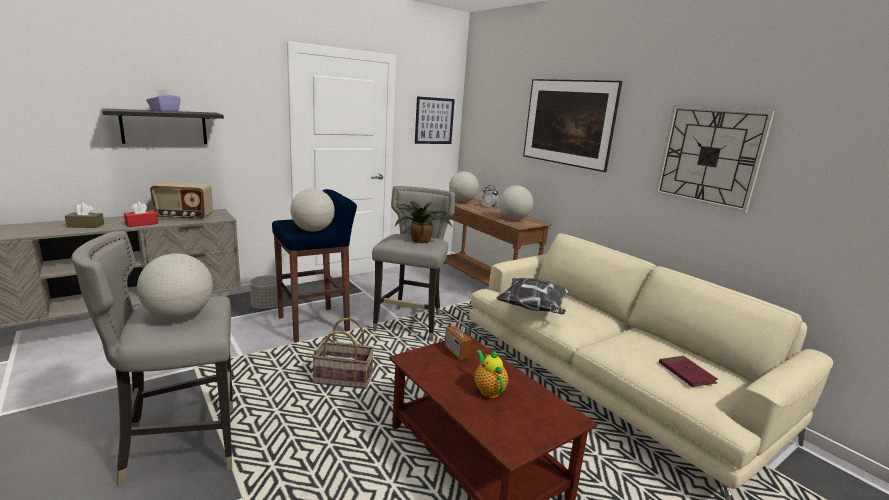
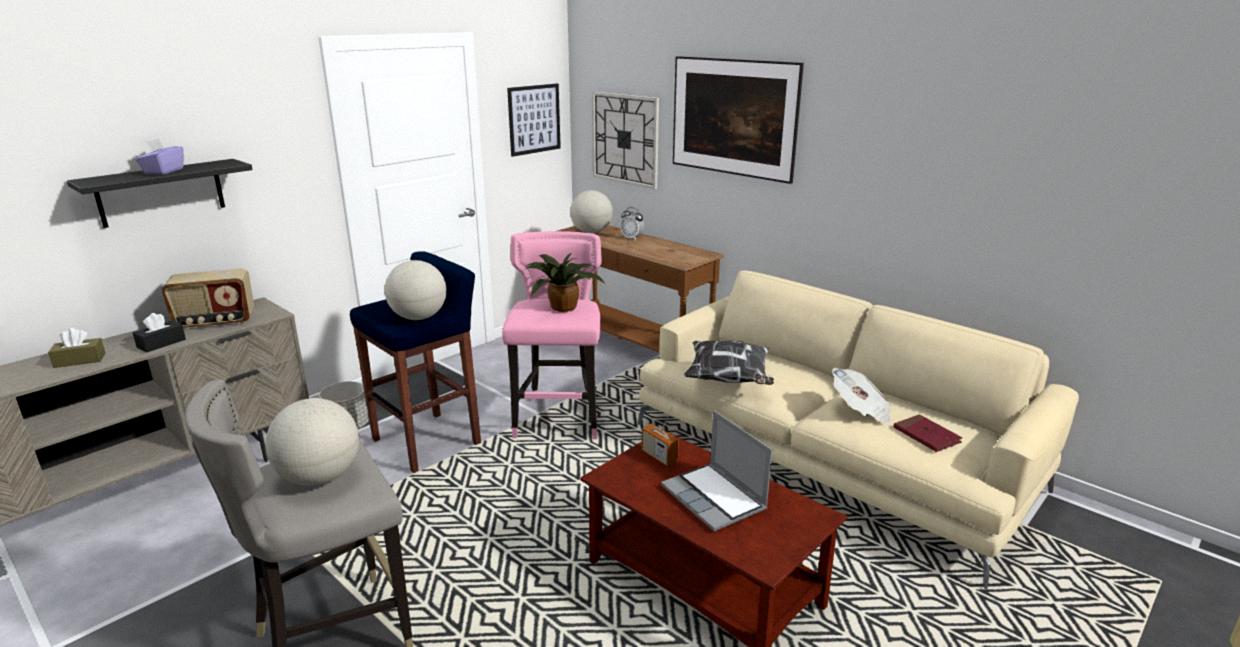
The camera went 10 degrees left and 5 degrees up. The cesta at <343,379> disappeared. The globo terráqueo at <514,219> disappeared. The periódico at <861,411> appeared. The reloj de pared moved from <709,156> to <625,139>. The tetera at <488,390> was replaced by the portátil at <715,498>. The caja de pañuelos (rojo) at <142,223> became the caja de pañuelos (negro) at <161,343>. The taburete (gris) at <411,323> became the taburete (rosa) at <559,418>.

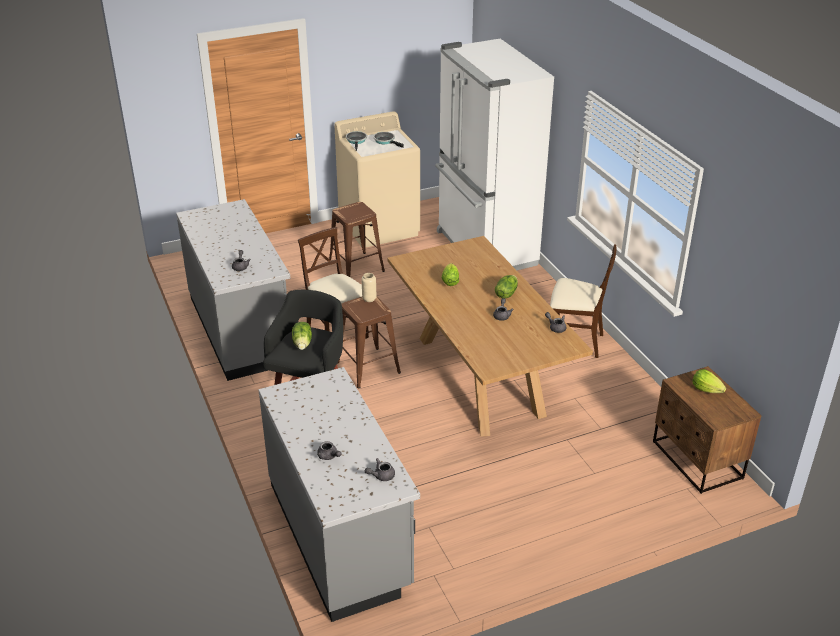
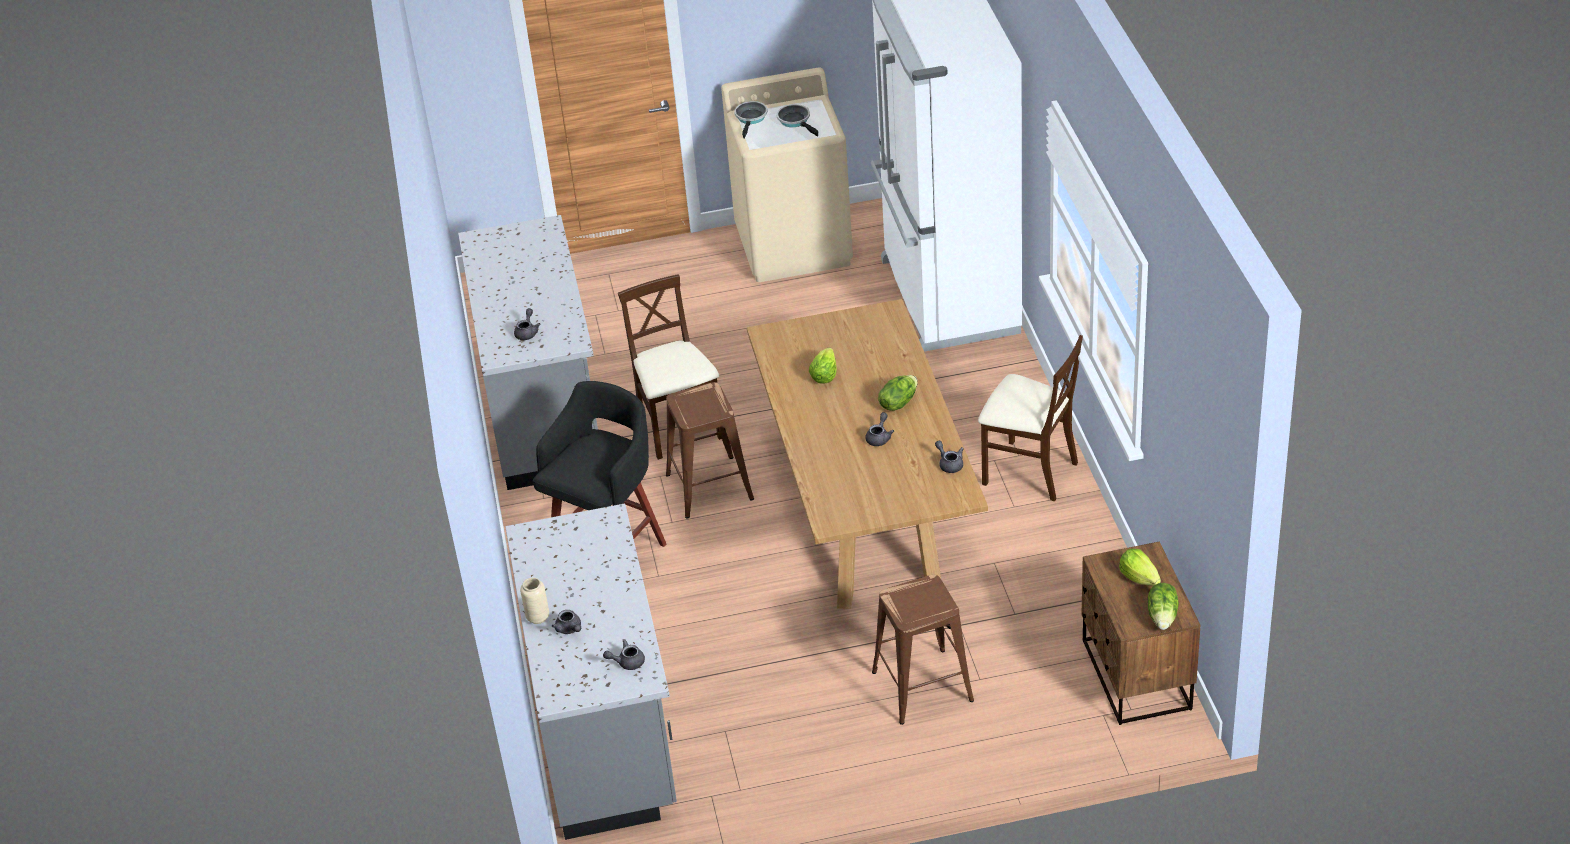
The camera went 15 degrees right and 5 degrees up. The lechuga moved from <302,343> to <1163,616>. The taburete (marrón) moved from <356,267> to <922,686>. The florero (beis) moved from <369,299> to <538,617>.

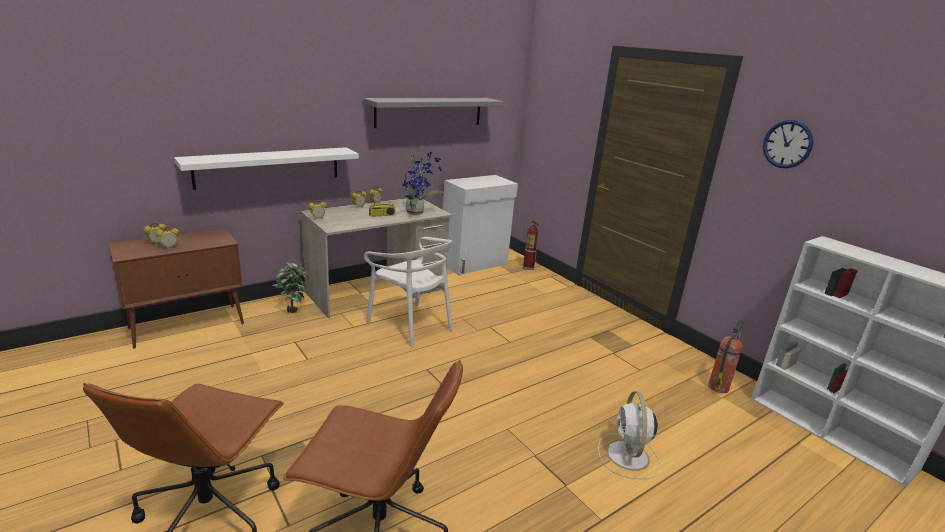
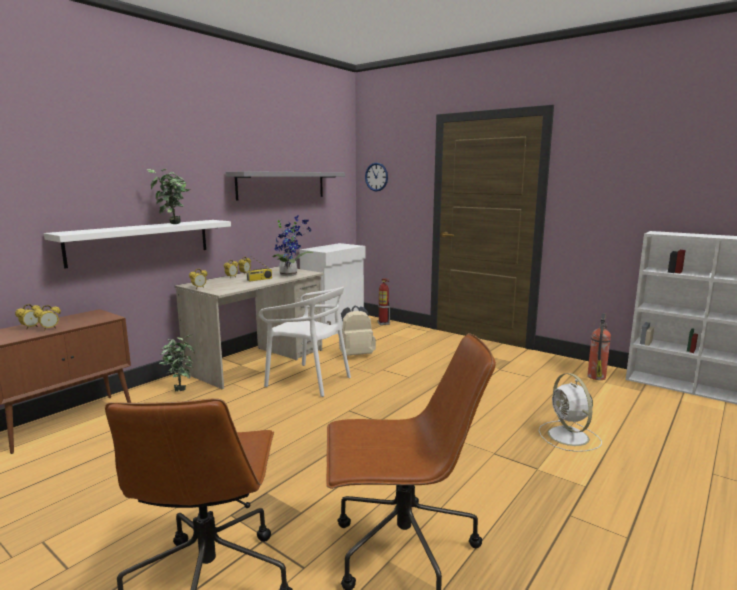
The camera went 15 degrees left and 10 degrees down. The planta en maceta at <173,224> appeared. The mochila (beis) at <356,355> appeared. The reloj de pared moved from <787,144> to <376,177>.

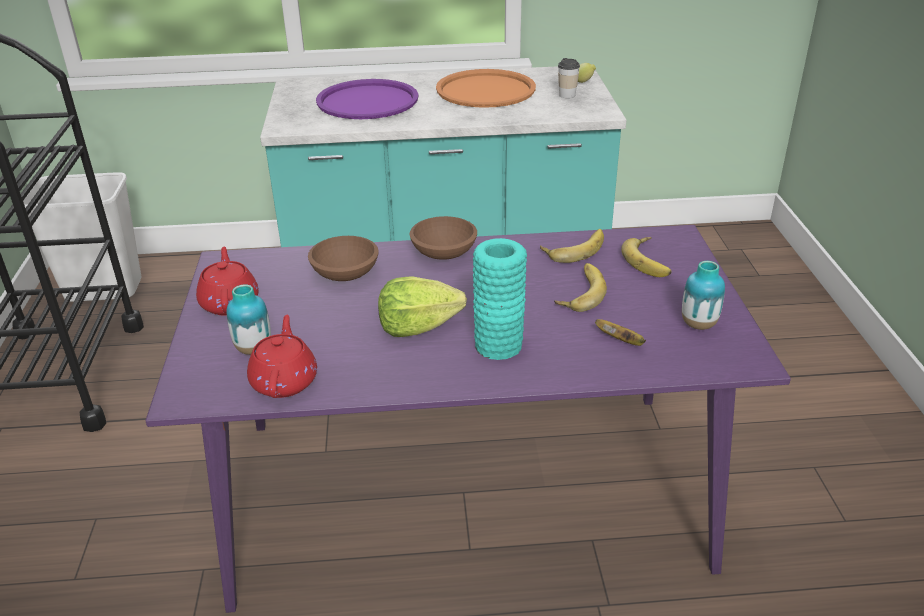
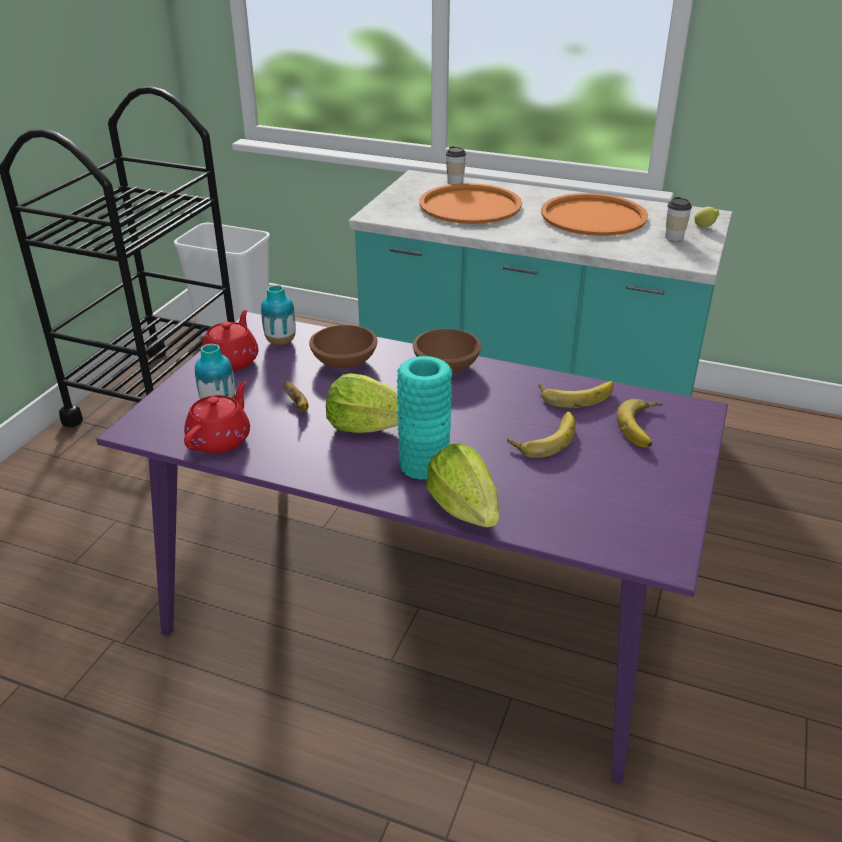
The camera went 25 degrees right and 0 degrees up. The lechuga at <464,509> appeared. The taza at <455,182> appeared. The plátano moved from <621,341> to <298,405>. The florero moved from <698,324> to <280,341>. The bandeja (morado) at <367,101> became the bandeja (naranja) at <470,205>.

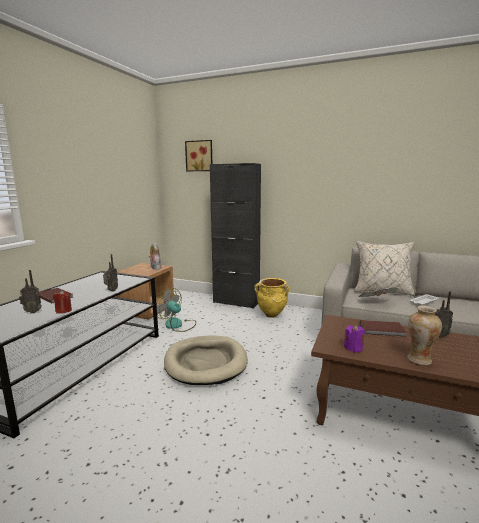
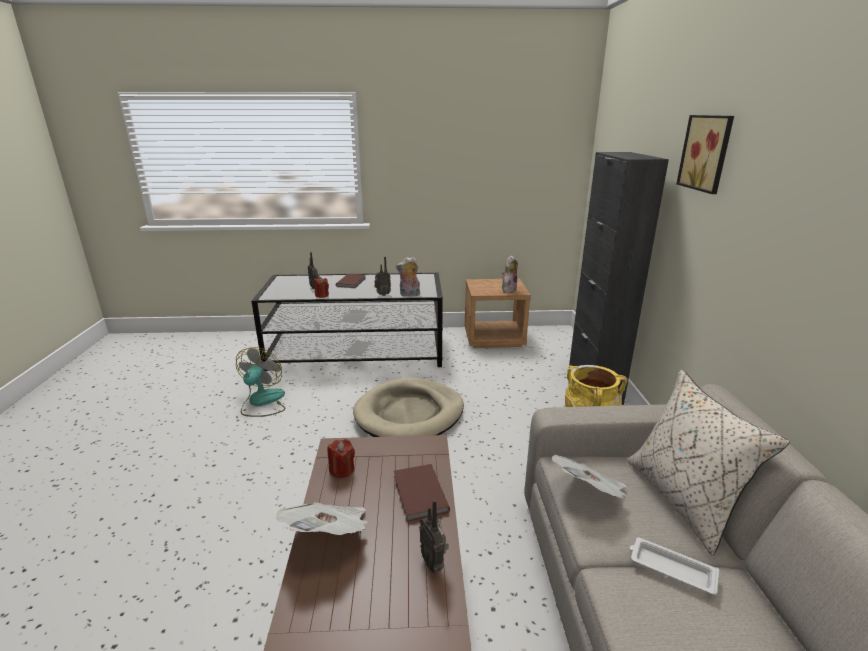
The camera went 65 degrees right and 10 degrees up. The peluche at <409,295> appeared. The ventilador moved from <177,325> to <262,402>. The cuadro moved from <199,156> to <707,153>. The florero at <419,359> was replaced by the periódico at <329,535>. The vela (morado) at <353,348> became the vela (rojo) at <342,470>.

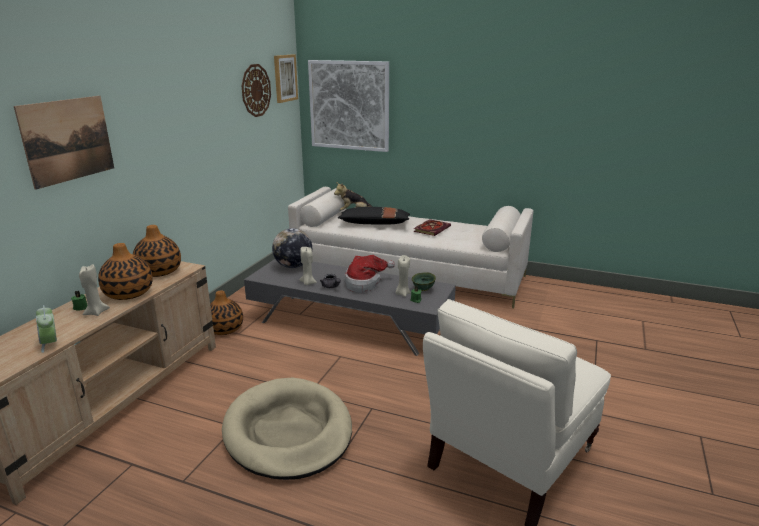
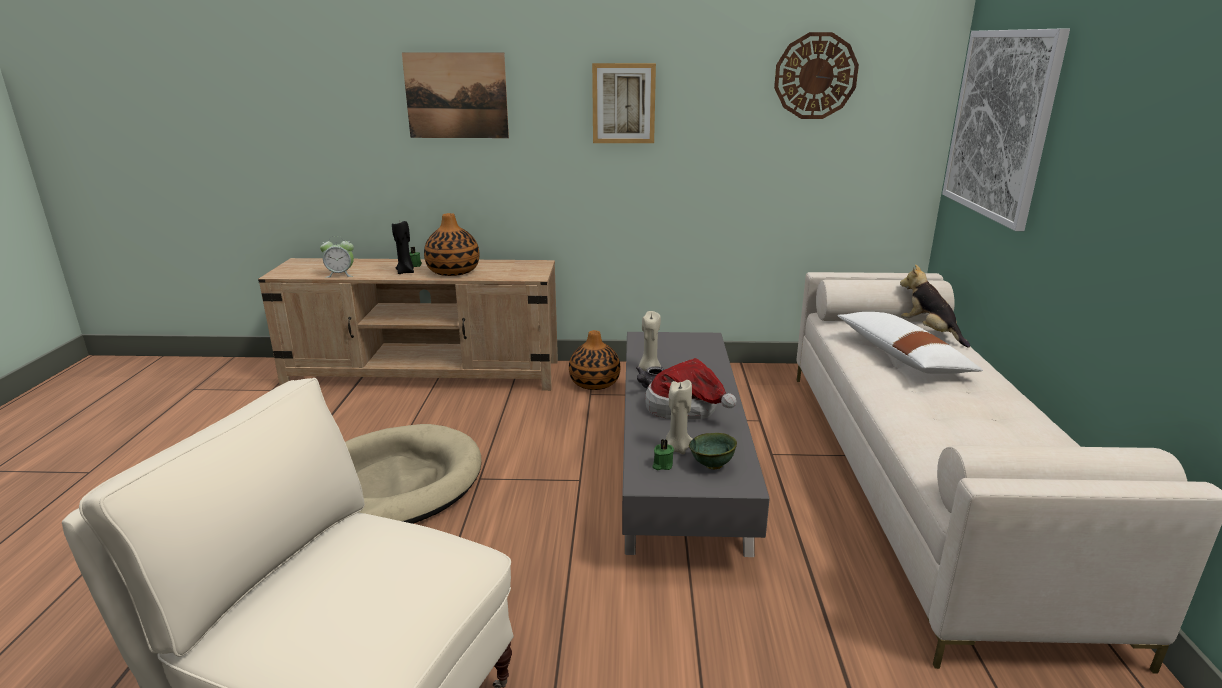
The camera went 70 degrees right and 0 degrees up. The florero at <159,271> disappeared. The globo terráqueo at <293,266> disappeared. The libro at <432,229> disappeared. The cuadro moved from <285,78> to <623,103>. The vela (beis) at <96,312> became the vela (negro) at <406,272>. The cojín (negro) at <374,223> became the cojín (blanco) at <902,356>. The despertador at <50,344> turned 135 degrees counterclockwise.

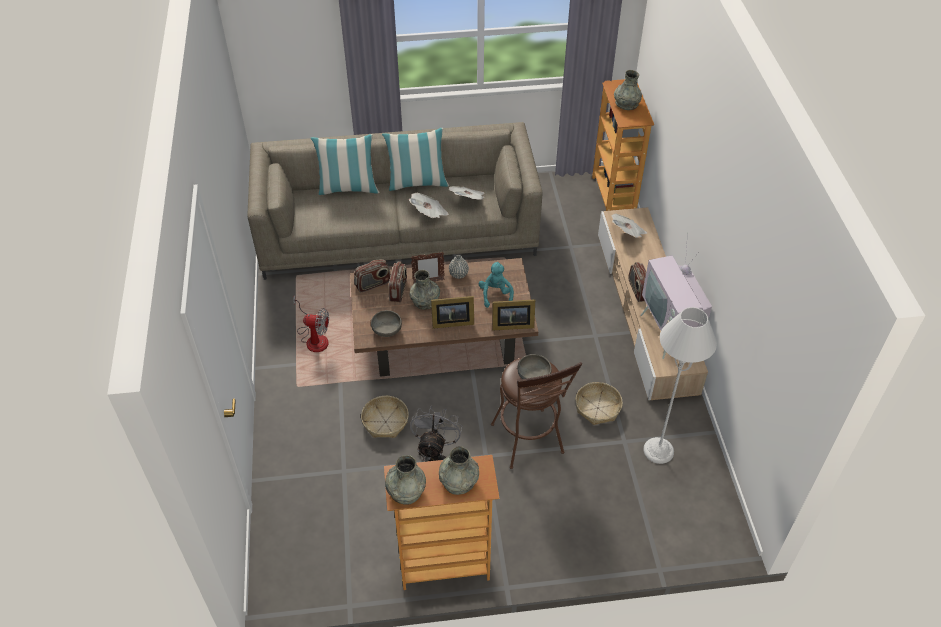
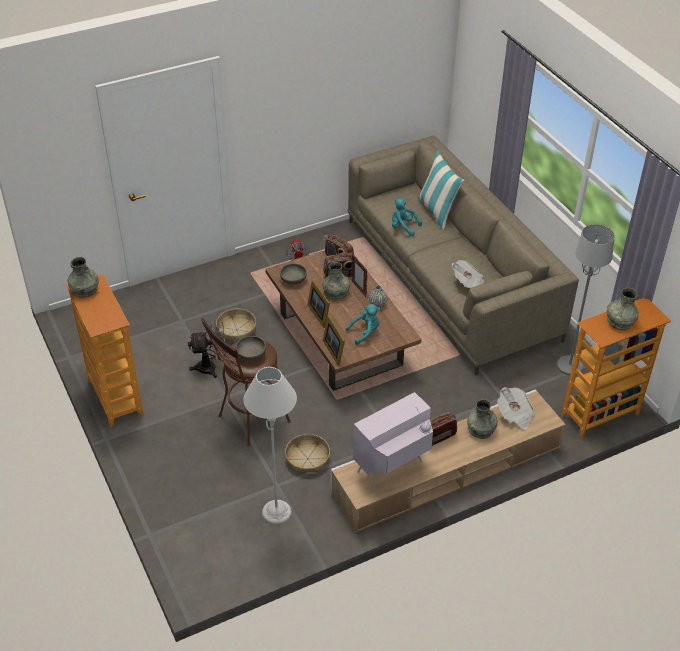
The camera went 70 degrees right and 5 degrees down. The cojín at <417,183> disappeared. The periódico at <429,213> disappeared. The peluche (turquesa) at <403,227> appeared. The lámpara de pie (gris) at <570,366> appeared. The florero (gris) moved from <458,480> to <481,429>.

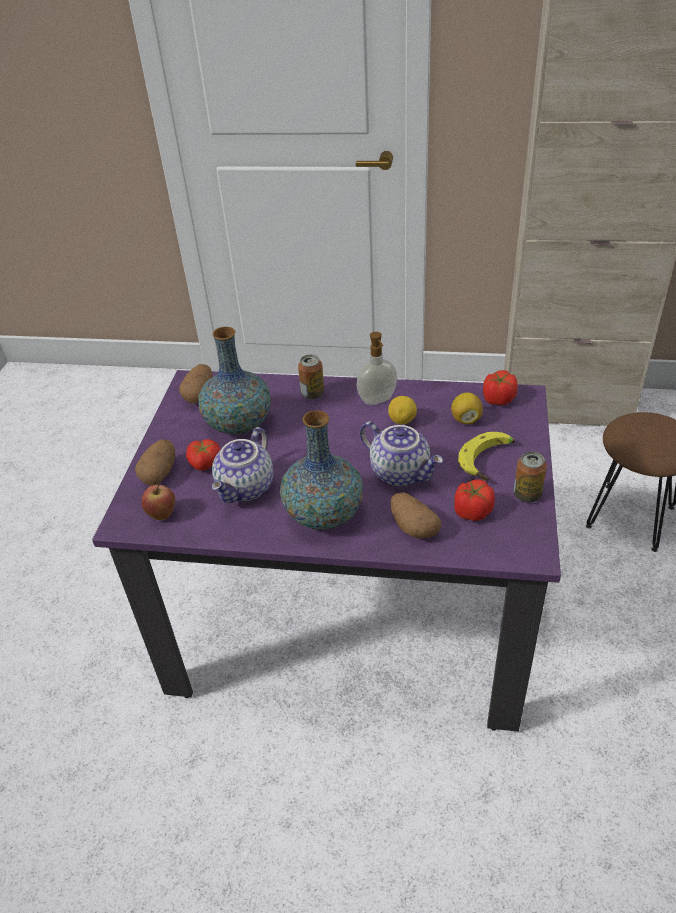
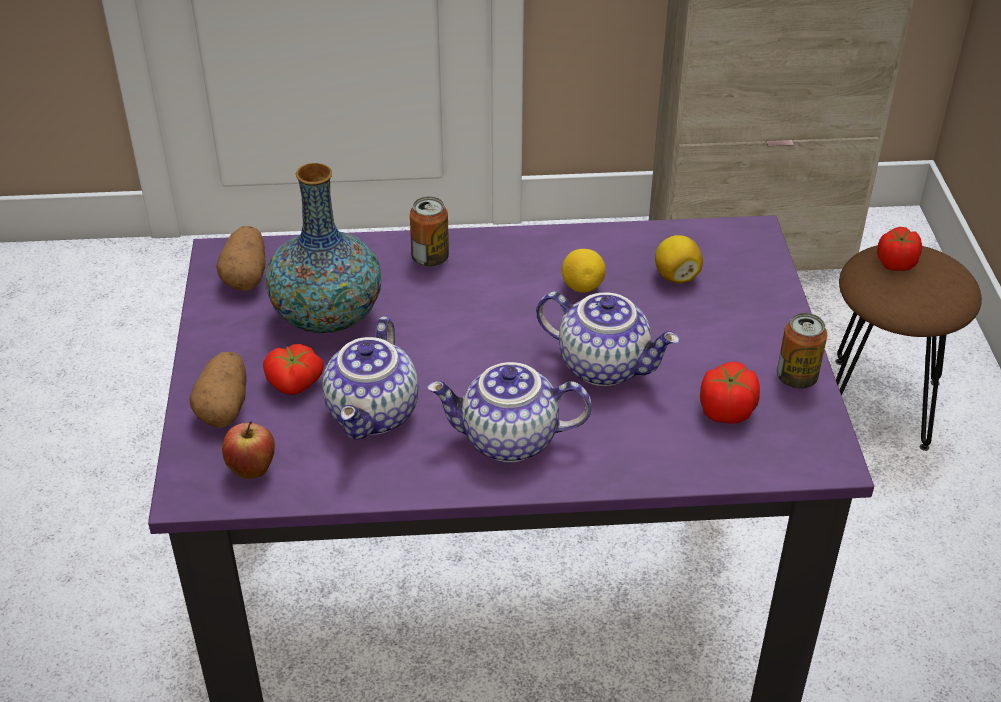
The camera went 15 degrees left and 0 degrees up. The dispensador de jabón at <378,400> disappeared. The patata at <412,527> disappeared. The plátano at <489,461> disappeared. The tomate moved from <498,399> to <896,263>. The florero at <324,515> was replaced by the tetera at <508,441>.

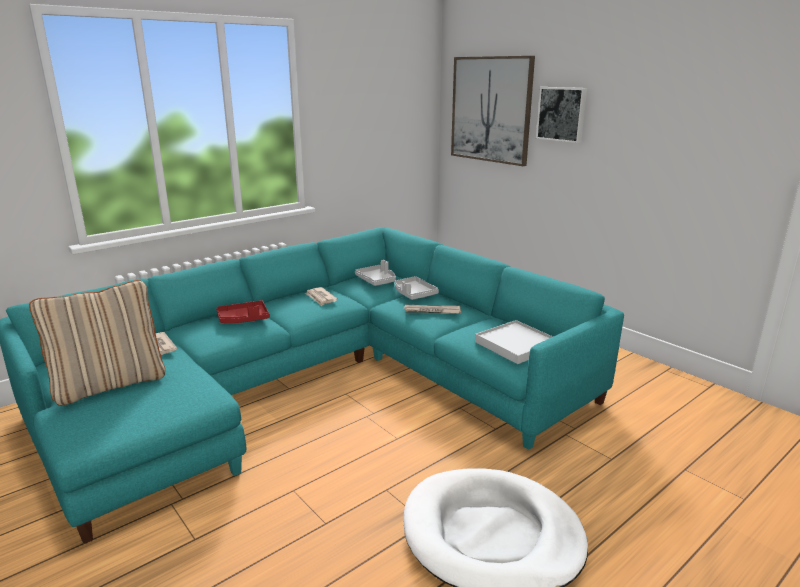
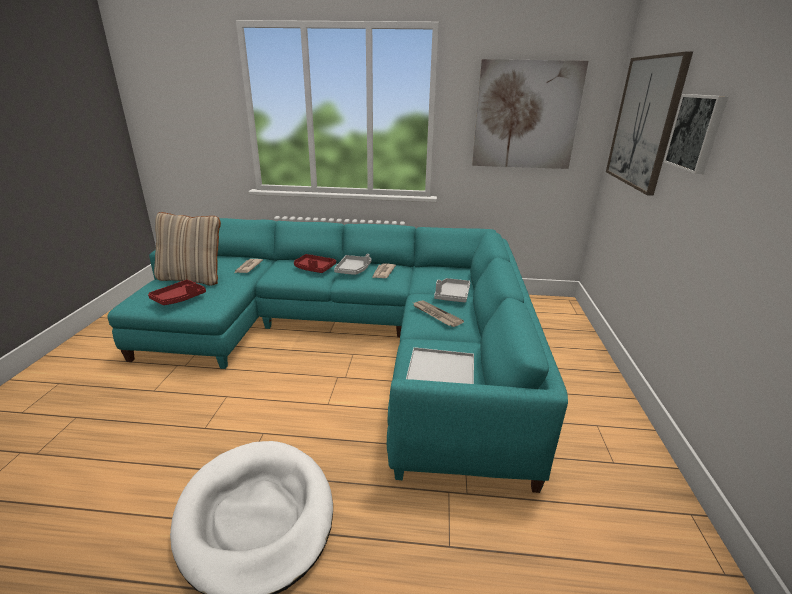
The camera went 45 degrees right and 5 degrees up. The bandeja (rojo) at <179,298> appeared. The cuadro at <526,116> appeared. The bandeja (gris) moved from <377,281> to <353,270>.

